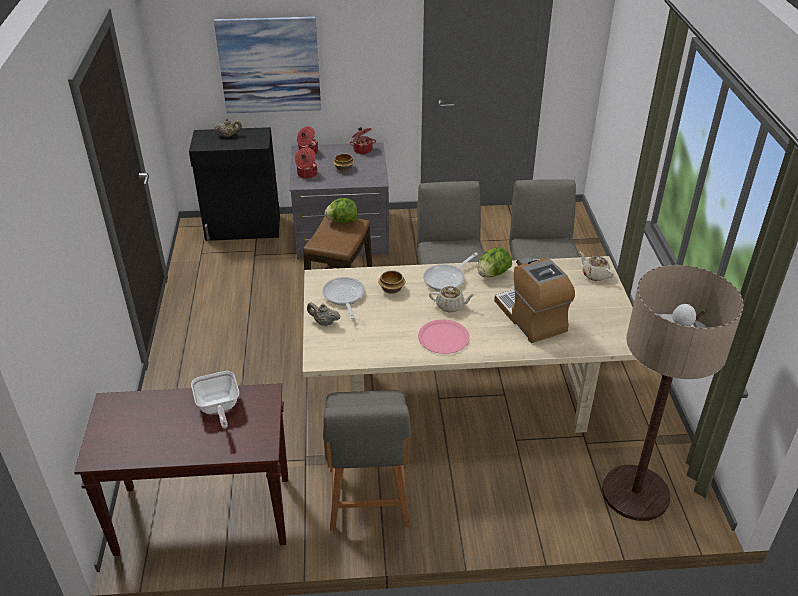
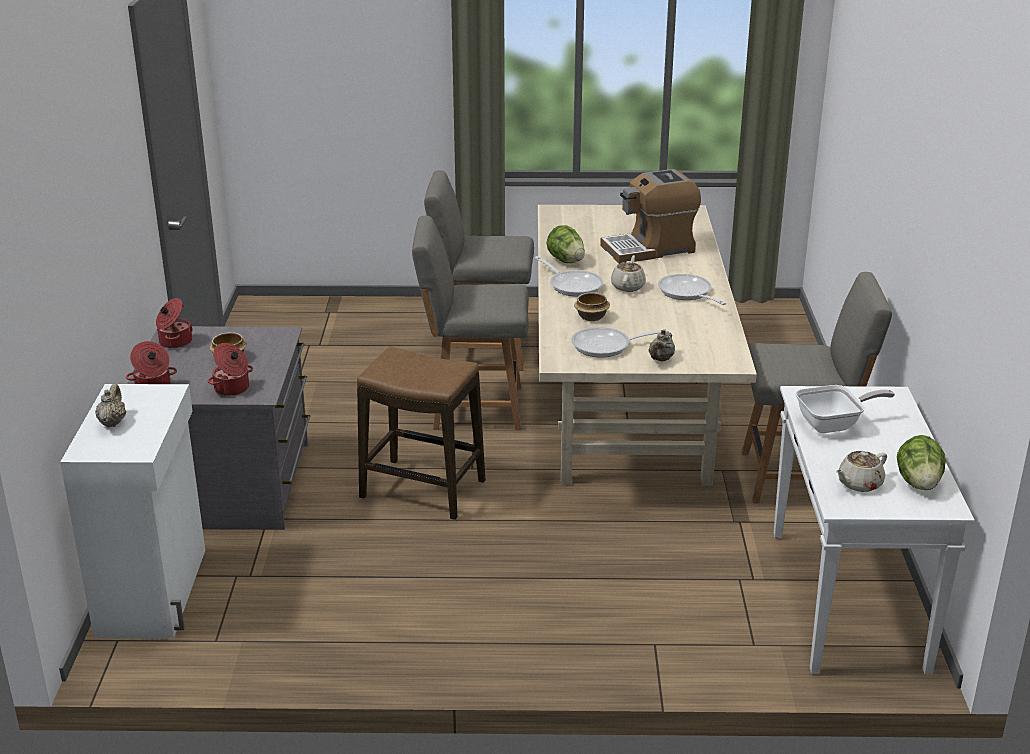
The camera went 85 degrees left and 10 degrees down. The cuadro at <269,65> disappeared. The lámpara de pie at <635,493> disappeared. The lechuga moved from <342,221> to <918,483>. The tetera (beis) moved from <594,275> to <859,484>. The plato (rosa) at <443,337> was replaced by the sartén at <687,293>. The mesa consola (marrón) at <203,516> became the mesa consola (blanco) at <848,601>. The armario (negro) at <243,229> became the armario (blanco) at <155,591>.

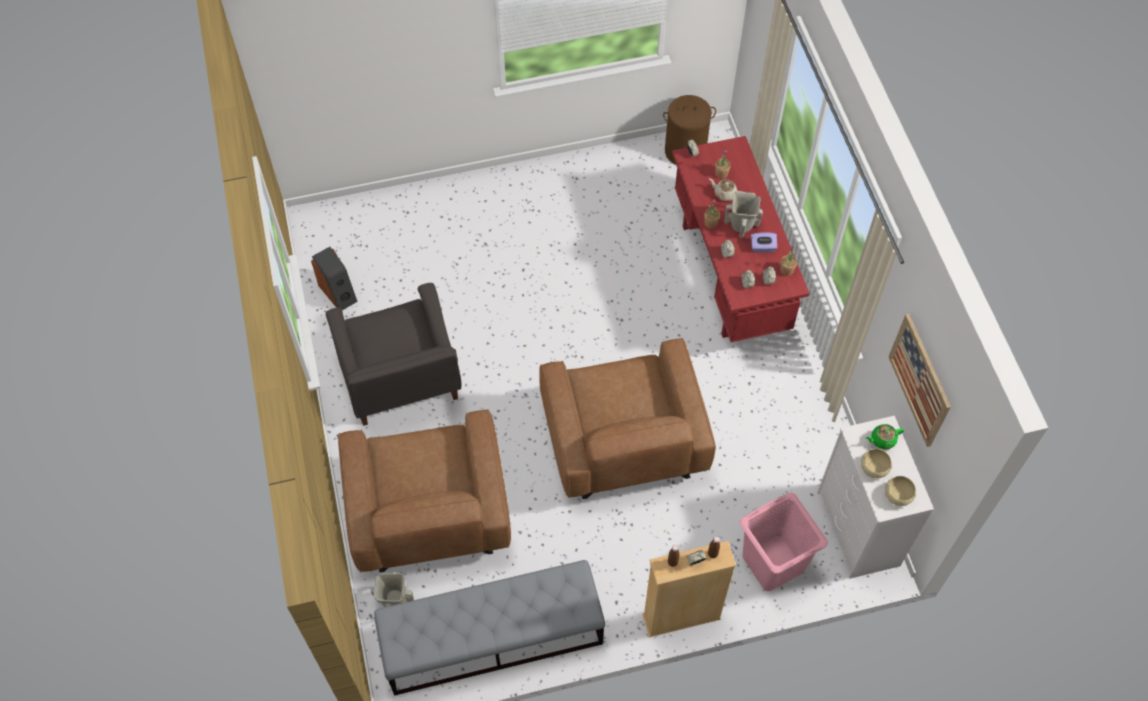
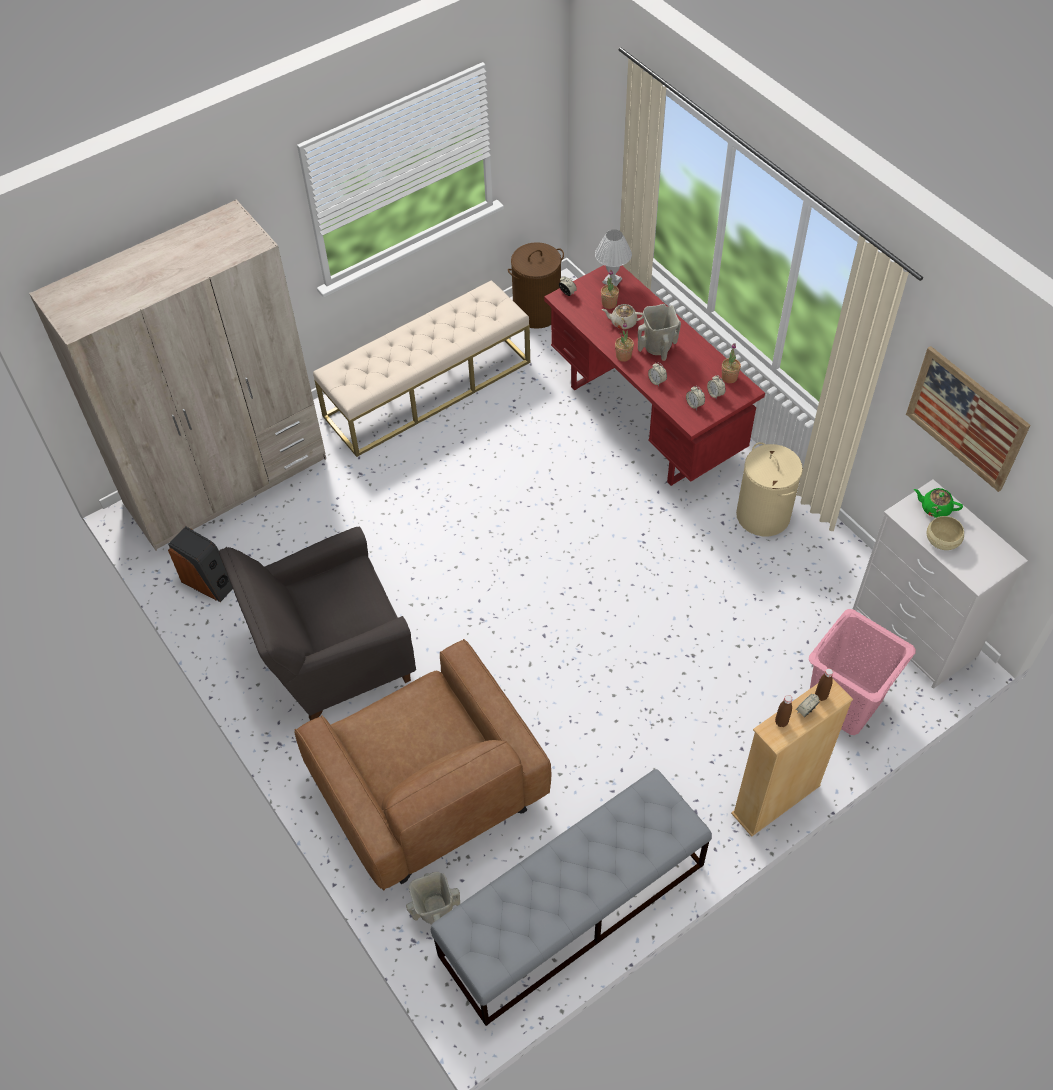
The camera went 20 degrees left and 5 degrees down. The sillón (marrón) at <624,440> disappeared. The caja de pañuelos (morado) at <762,247> disappeared. The cuenco (beis) at <898,494> disappeared. The armario ropero (beis) at <227,481> appeared. The banco (beis) at <428,388> appeared. The lámpara de mesa (blanco) at <612,281> appeared. The cesto de la ropa (beis) at <763,515> appeared. The sillón (gris) at <402,383> turned 105 degrees clockwise. The tetera (verde) at <882,440> turned 60 degrees clockwise.

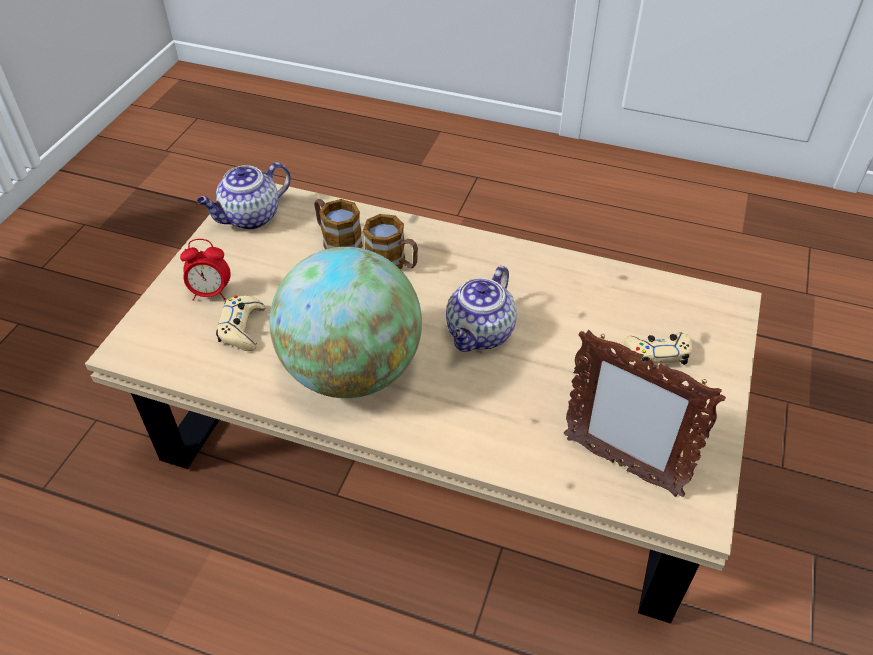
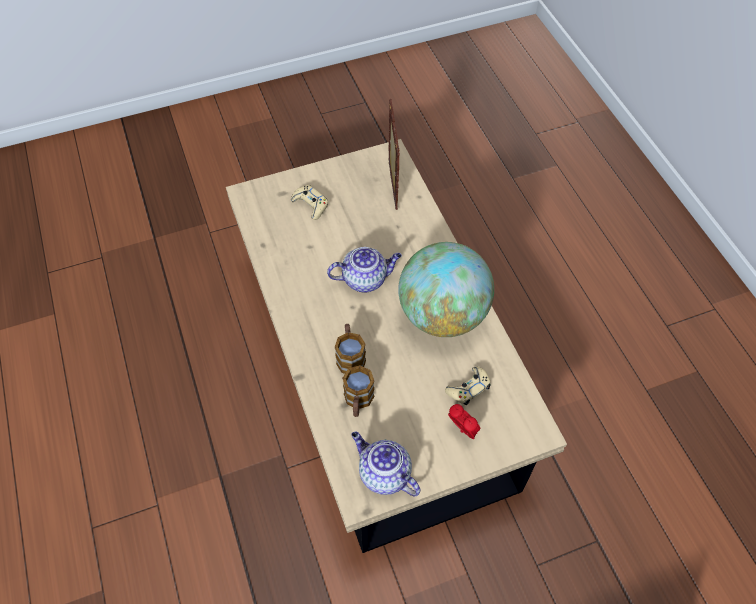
The camera went 130 degrees left and 10 degrees up. The tetera at <250,218> turned 150 degrees counterclockwise.

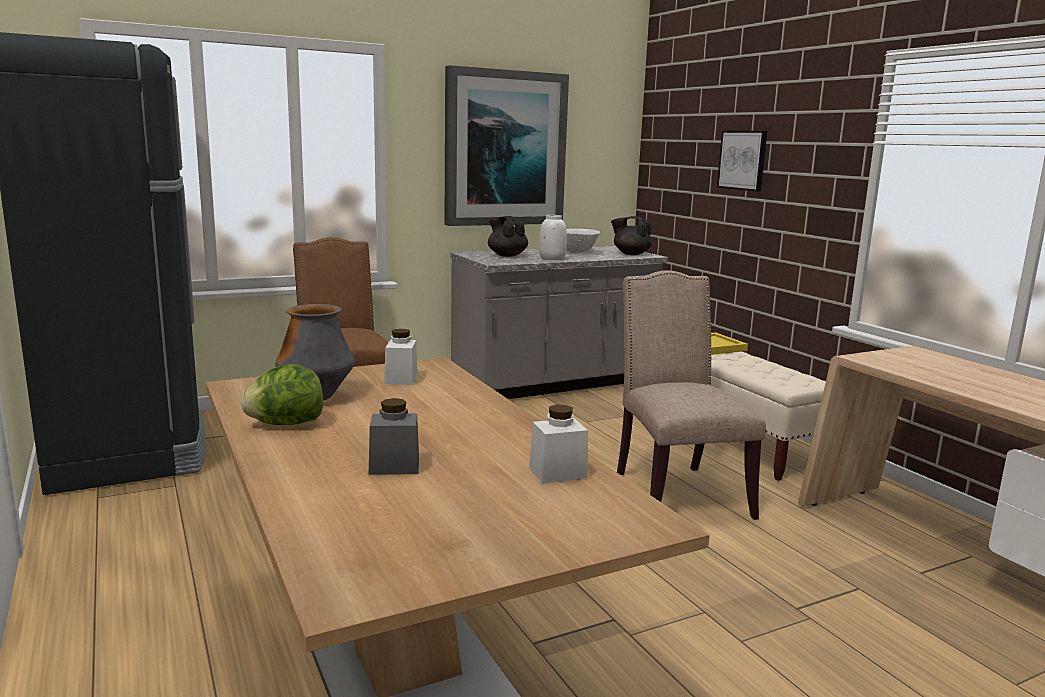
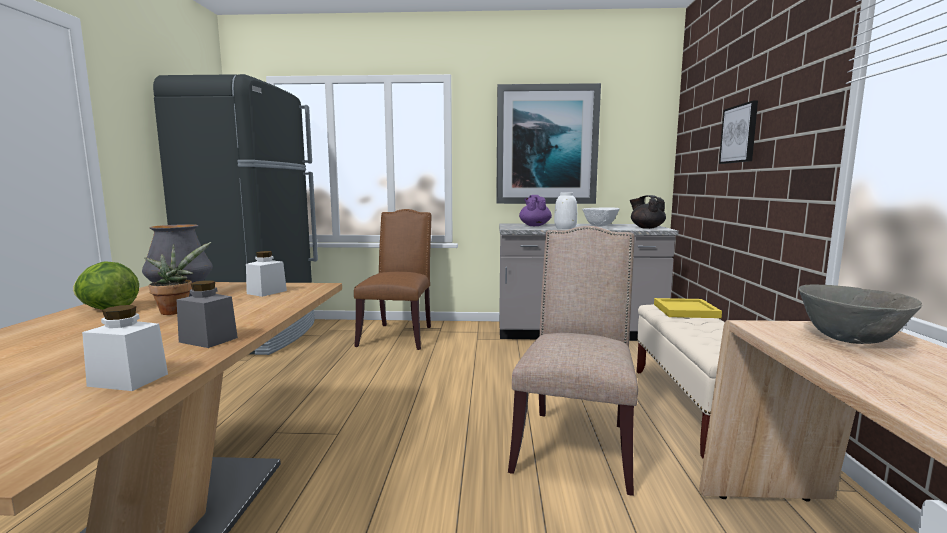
The camera went 30 degrees right and 5 degrees down. The planta en maceta at <176,311> appeared. The cuenco (gris) at <849,339> appeared. The tarro (gris) moved from <394,466> to <208,340>. The tetera (negro) at <507,255> became the tetera (morado) at <534,225>.

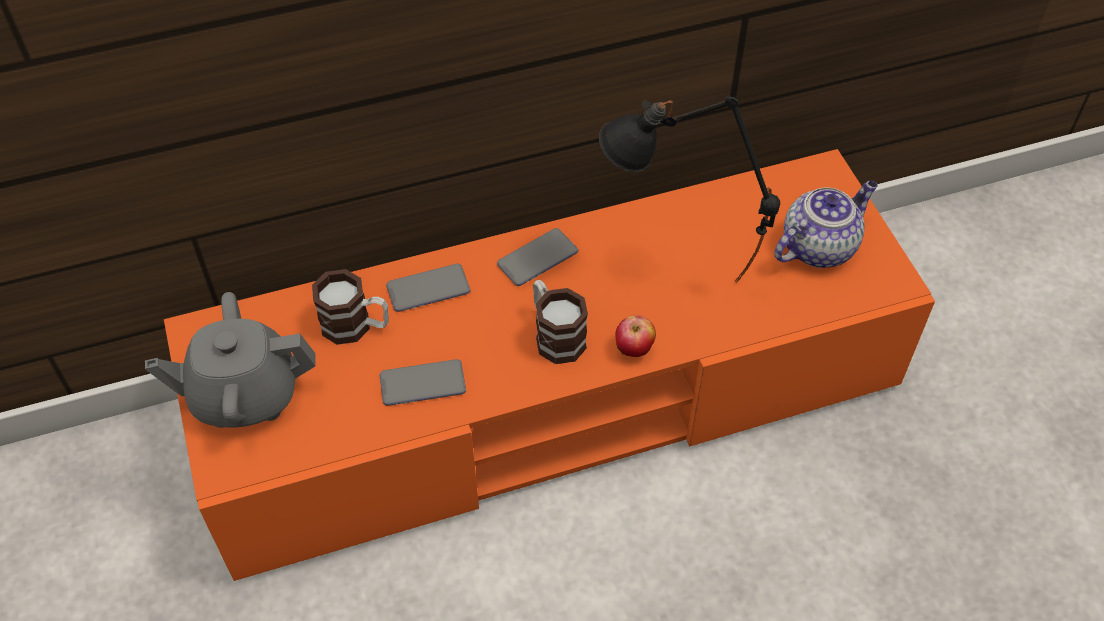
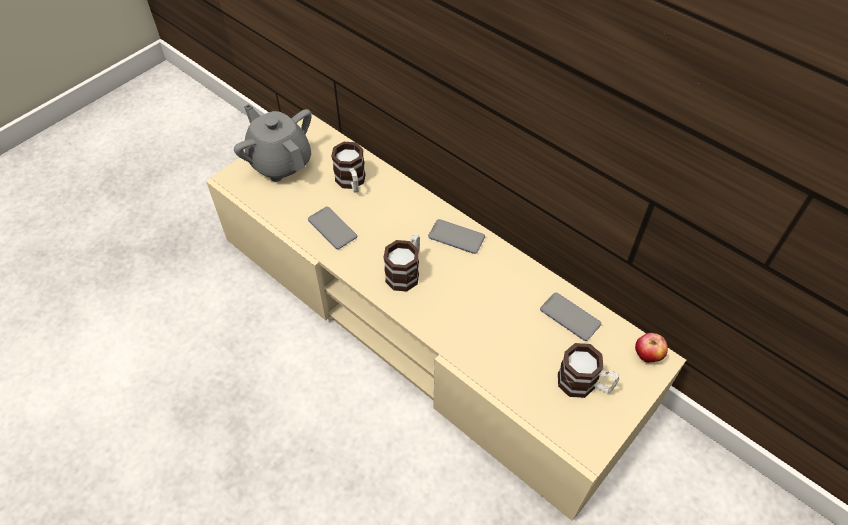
The camera went 60 degrees right and 0 degrees up. The lámpara de mesa (negro) at <675,285> disappeared. The móvil moved from <428,289> to <570,317>. The manzana moved from <634,350> to <646,356>. The tetera at <819,246> was replaced by the taza grande at <584,384>. The mueble de televisión (naranja) at <552,398> became the mueble de televisión (beis) at <424,321>.

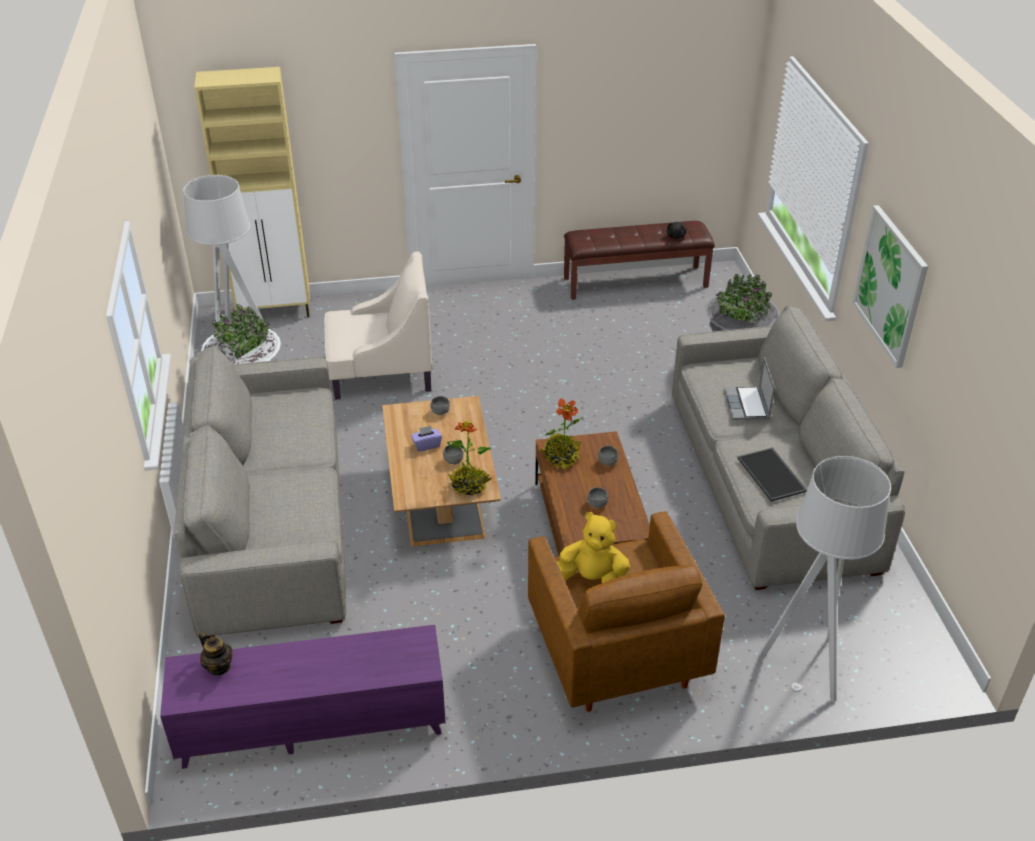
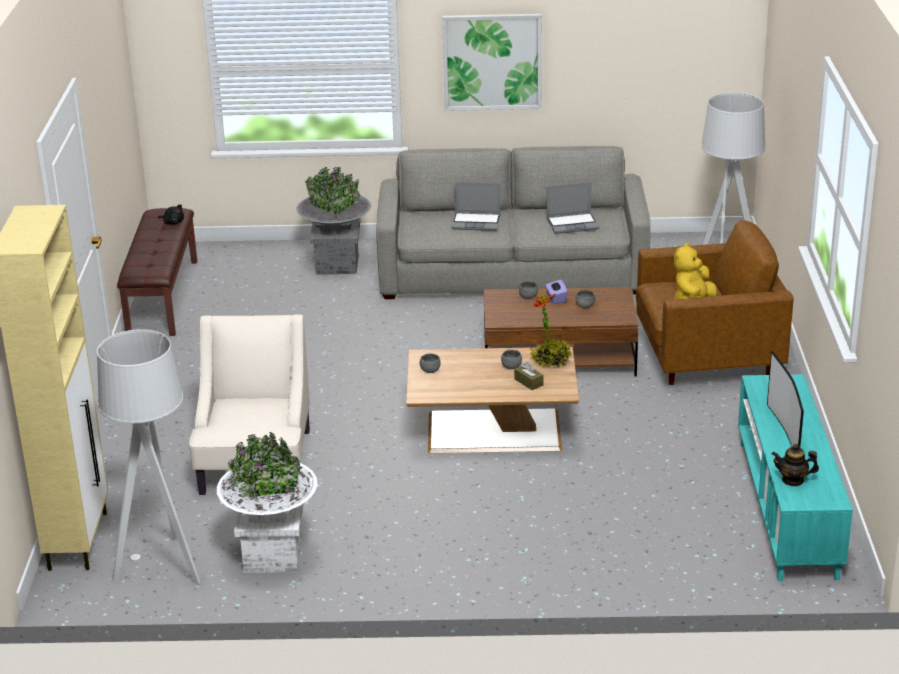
The camera went 80 degrees left and 10 degrees down. The sofá (gris) at <272,521> disappeared. The planta en maceta at <561,457> disappeared. The caja de pañuelos (marrón) at <528,382> appeared. The televisor at <786,434> appeared. The caja de pañuelos (morado) moved from <426,445> to <556,298>. The bandeja at <773,475> was replaced by the portátil at <573,224>. The mueble de televisión (morado) at <313,725> became the mueble de televisión (turquesa) at <787,507>. The tetera at <219,666> turned 135 degrees counterclockwise.

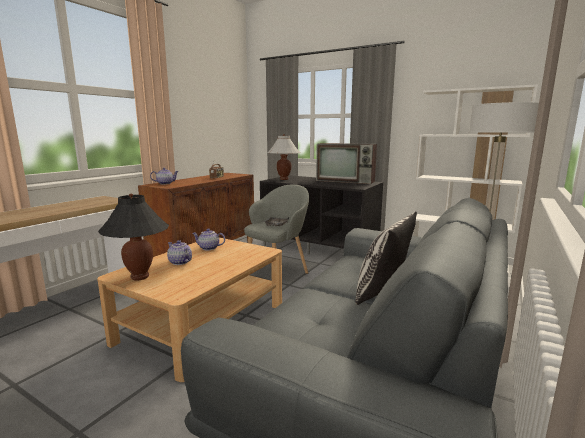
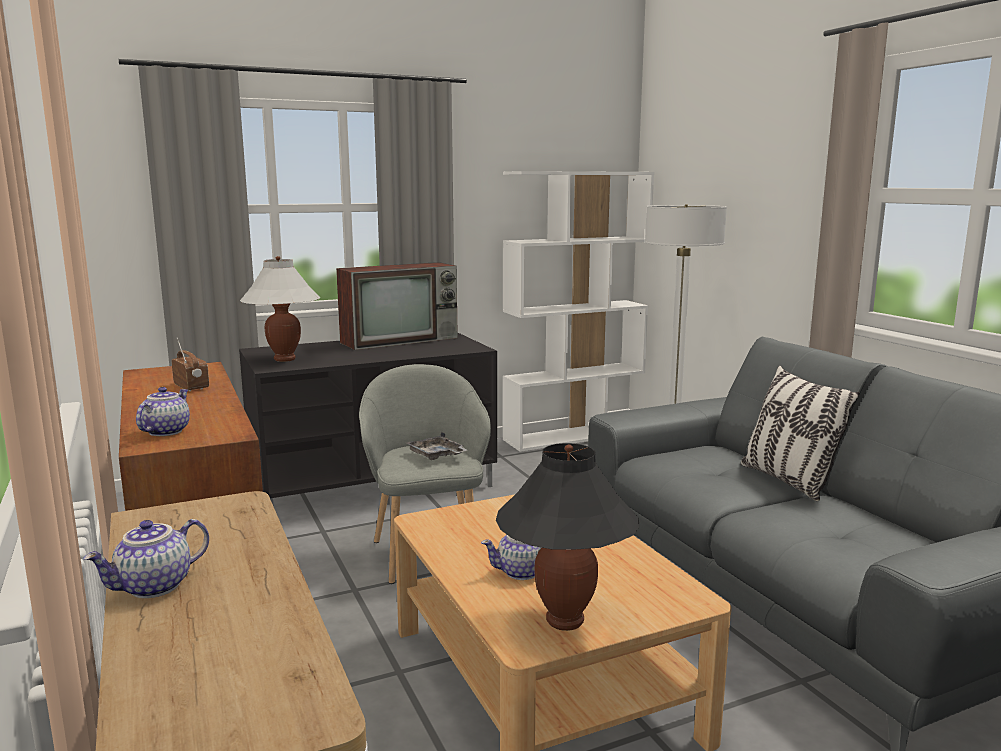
The camera went 55 degrees left and 0 degrees up. The tetera moved from <208,248> to <154,587>.

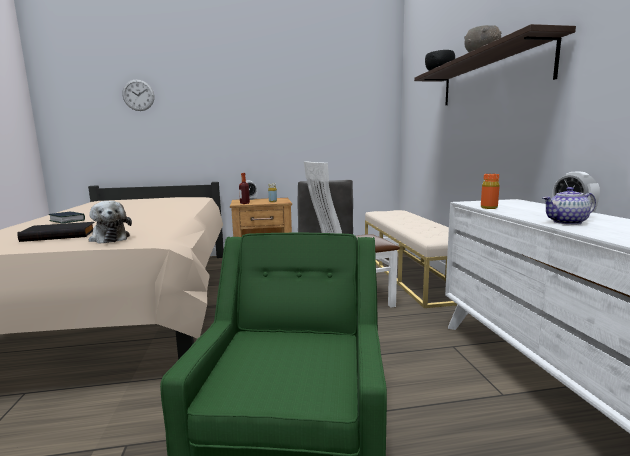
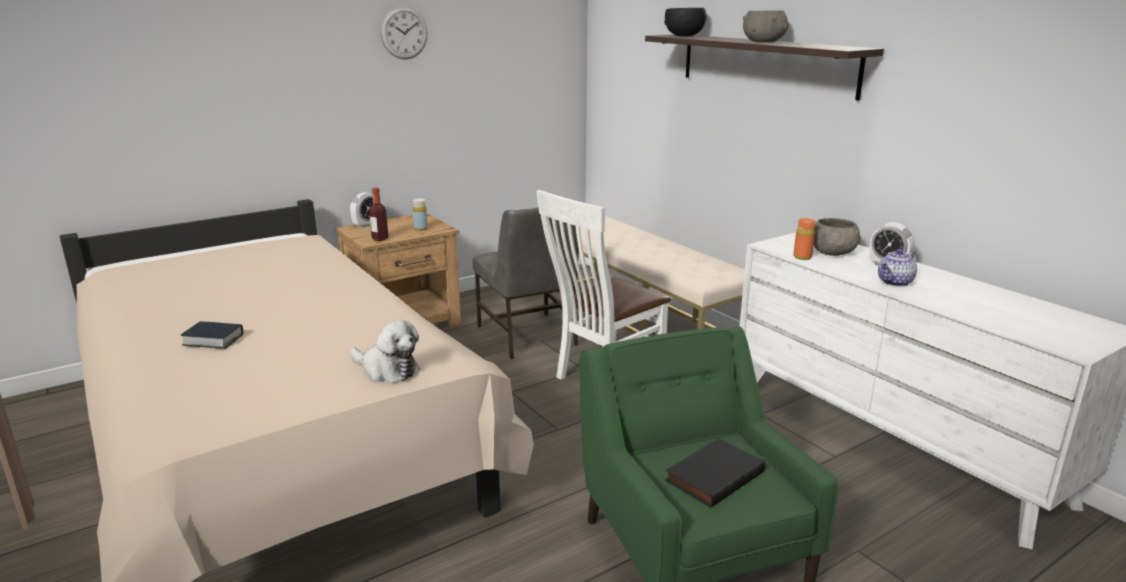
The camera went 25 degrees left and 10 degrees up. The cuenco (gris) at <833,252> appeared. The libro (negro) moved from <60,235> to <713,475>. The reloj de pared moved from <138,95> to <404,33>.

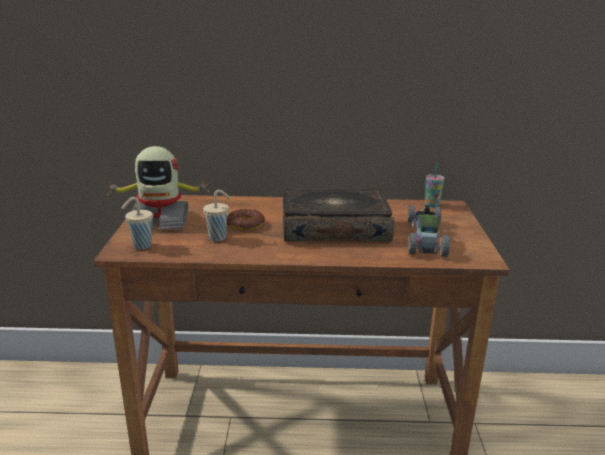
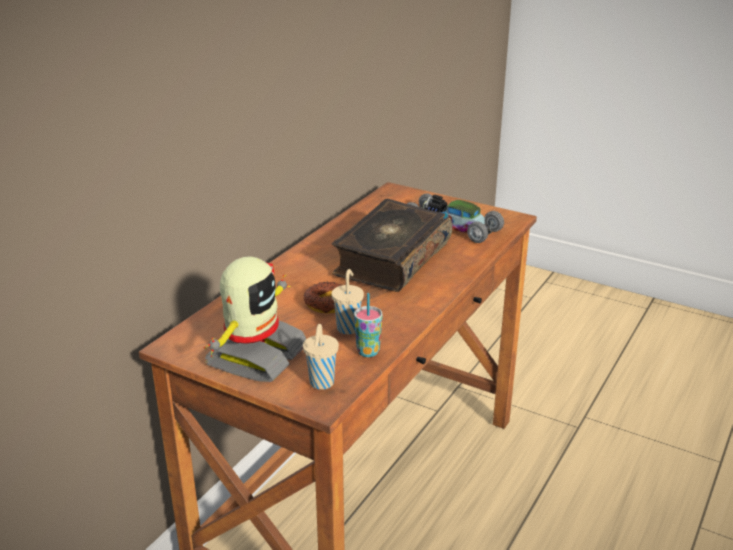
The camera went 60 degrees left and 5 degrees up. The taza moved from <432,205> to <368,352>.

